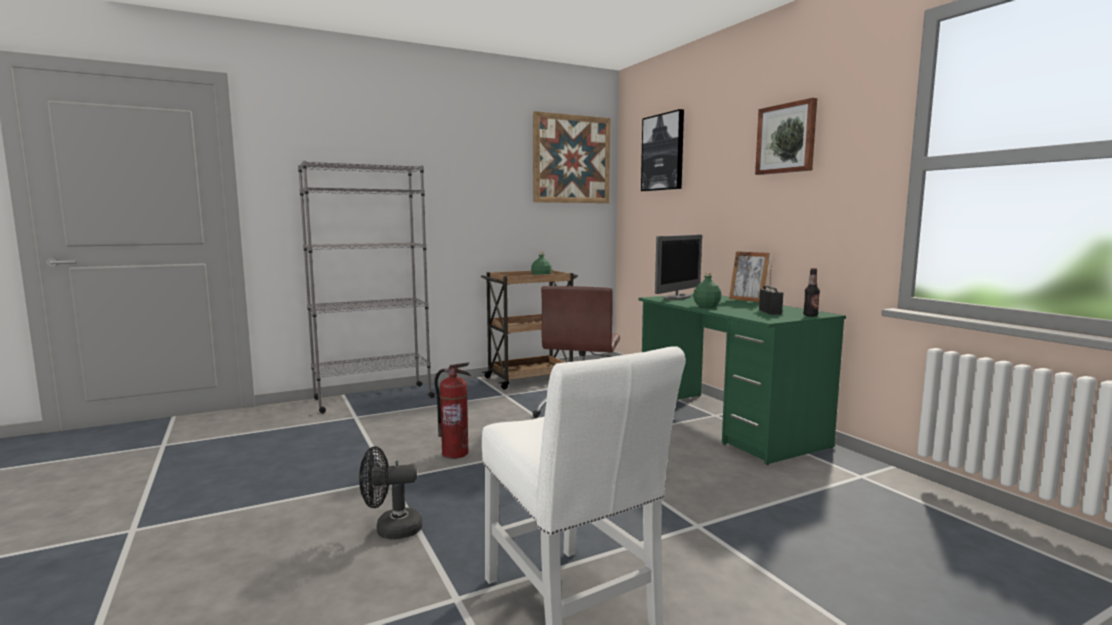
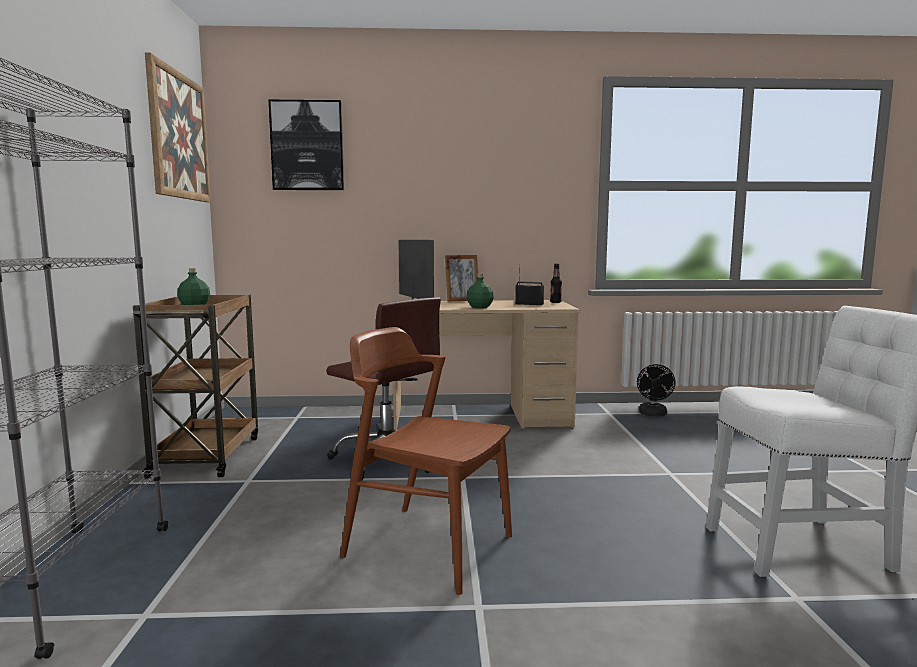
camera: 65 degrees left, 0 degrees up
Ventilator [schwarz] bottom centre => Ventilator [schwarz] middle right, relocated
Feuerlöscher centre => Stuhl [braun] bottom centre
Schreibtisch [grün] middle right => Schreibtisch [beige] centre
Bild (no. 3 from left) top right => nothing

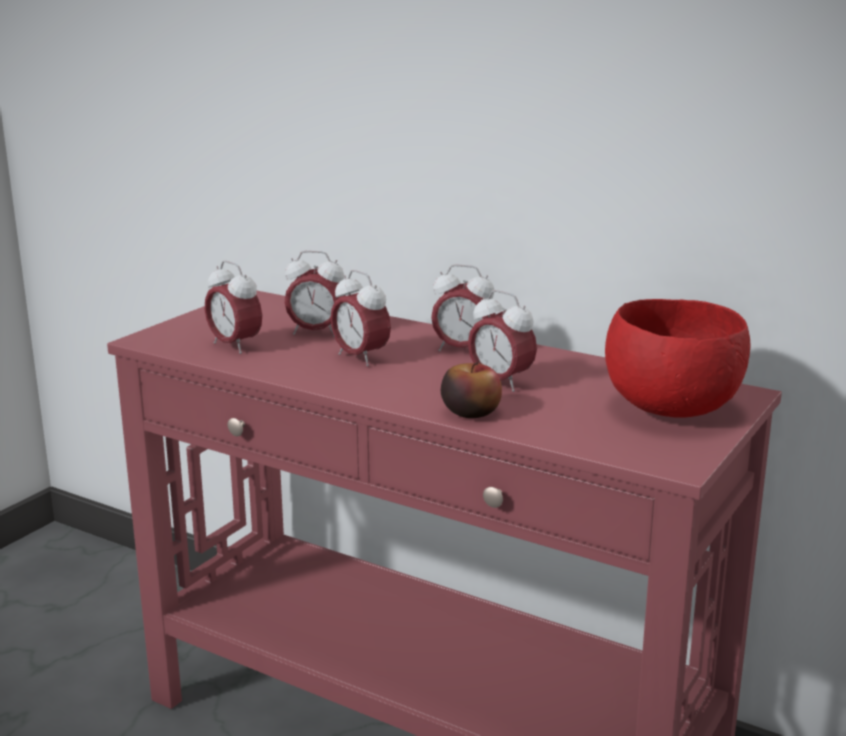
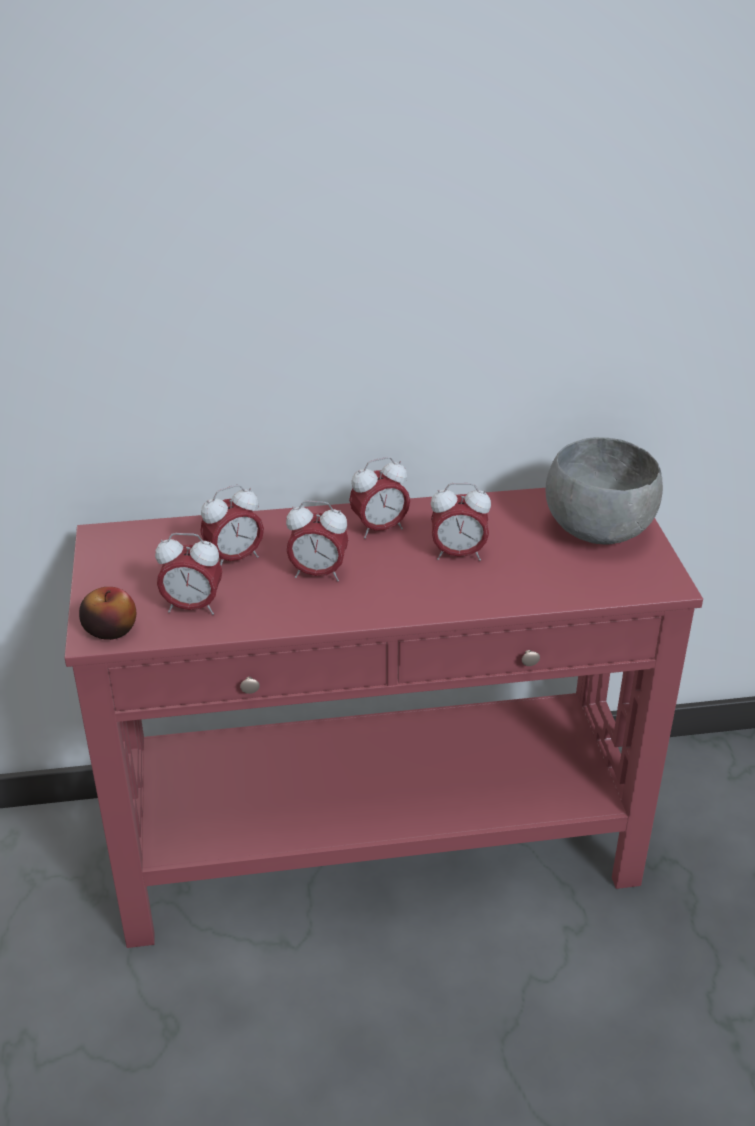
camera: 40 degrees left, 15 degrees up
Apfel centre => Apfel middle left, relocated
Schüssel [rot] middle right => Schüssel [grau] middle right

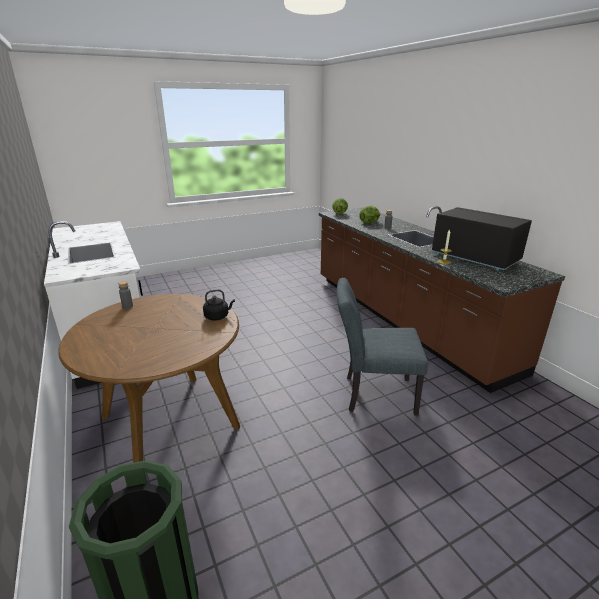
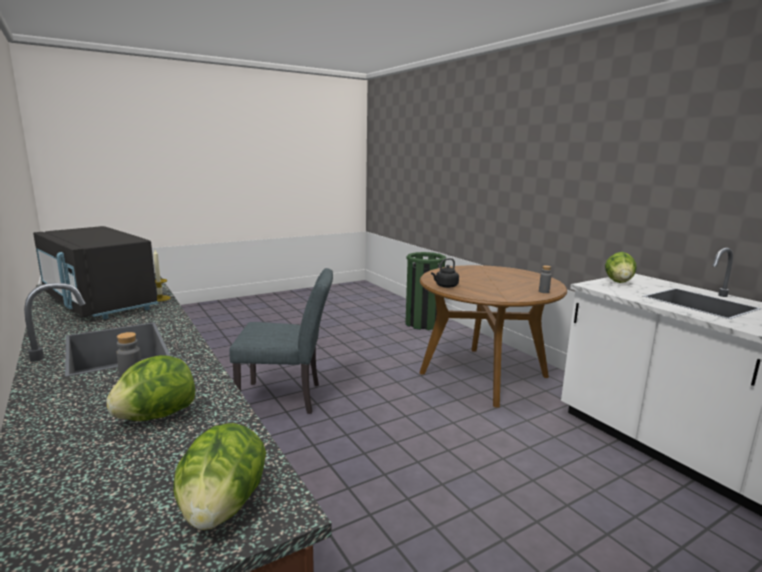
camera: 175 degrees right, 10 degrees down
nothing => Salatkopf (no. 3 from left) middle right

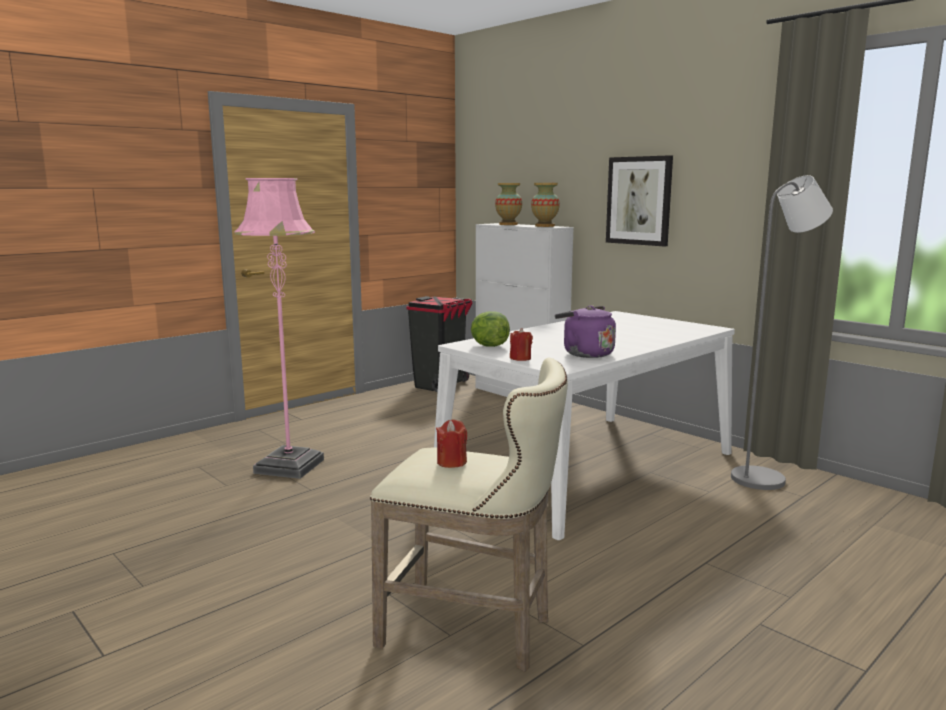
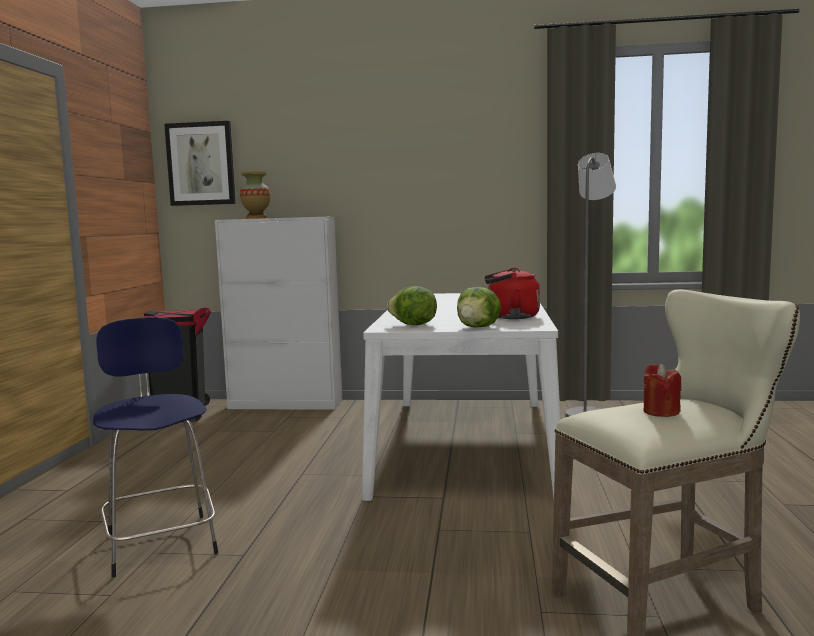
camera: 40 degrees left, 5 degrees down
Stehlampe [rosa] middle left => Hocker [blau] bottom left
Kerze [rot] (no. 2 from left) centre => Salatkopf (no. 2 from left) centre
Vase (no. 2 from left) top centre => nothing
Wasserkessel [lila] centre => Wasserkessel [rot] centre
Bild top right => Bild top left, relocated

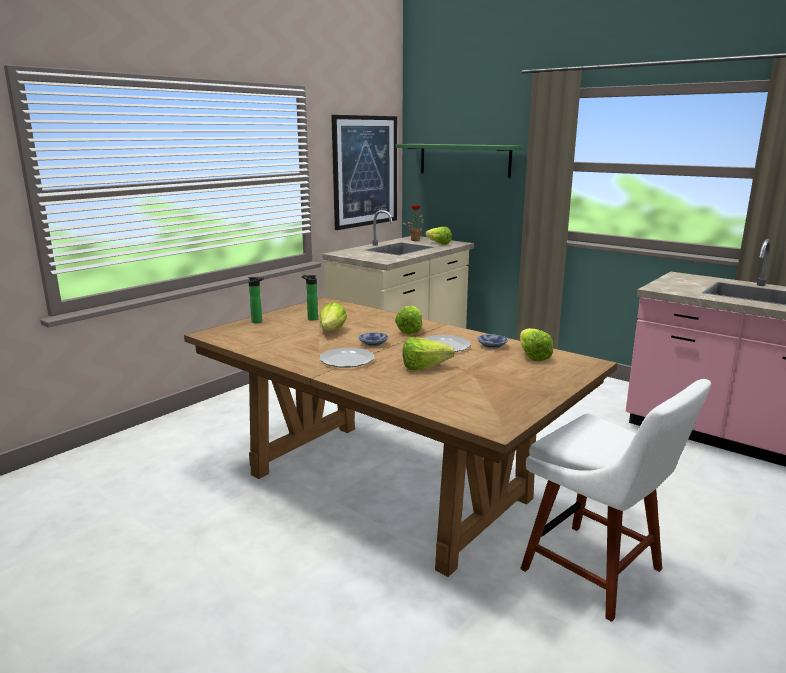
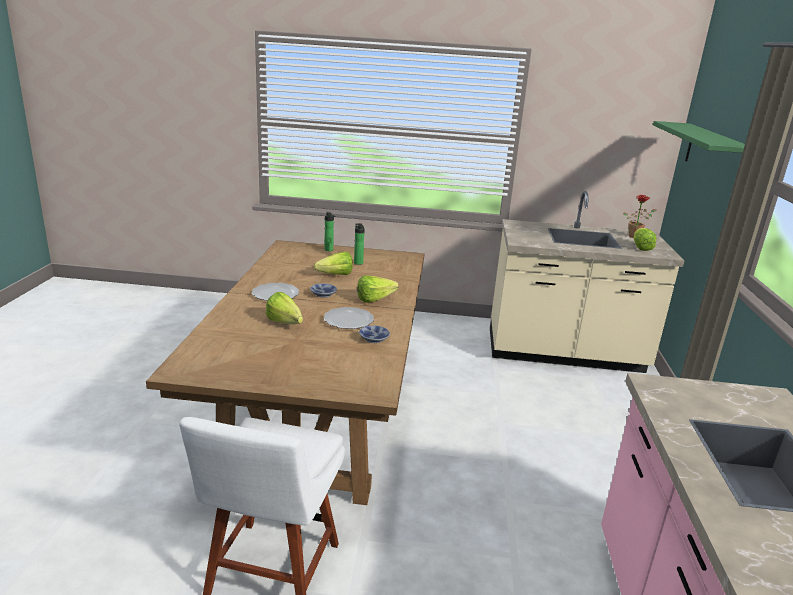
camera: 55 degrees right, 5 degrees up
Bild top centre => nothing
Salatkopf (no. 5 from left) middle right => nothing

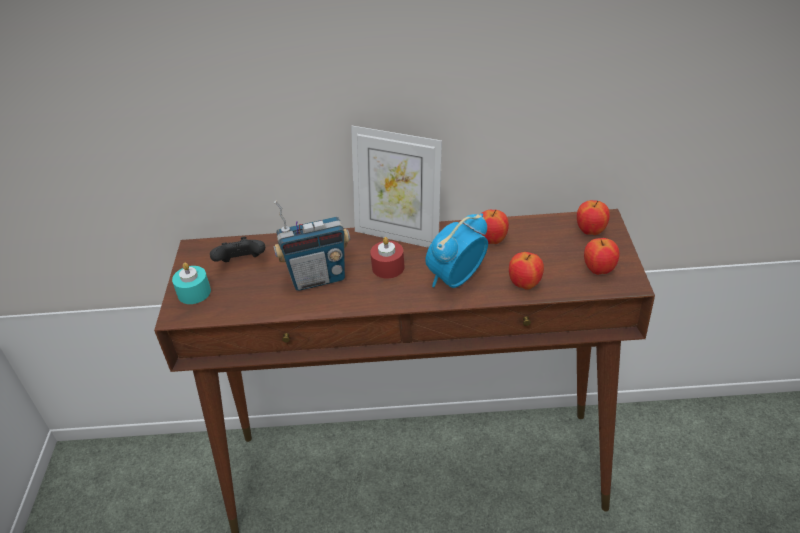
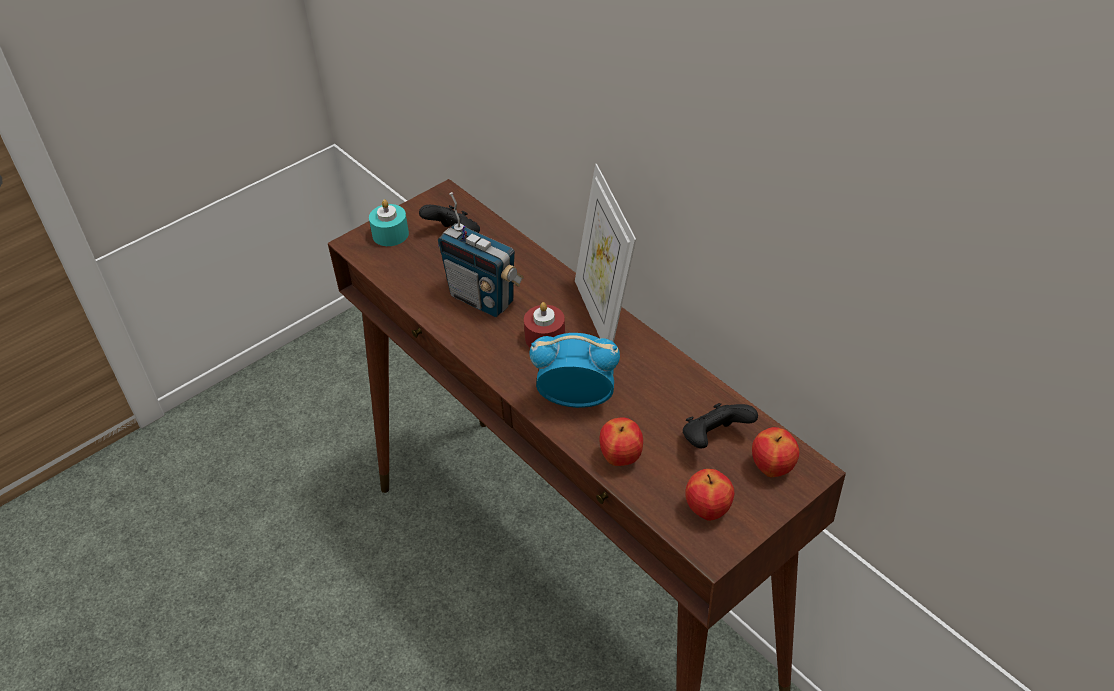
camera: 50 degrees right, 5 degrees up
Apfel (no. 1 from left) centre => nothing
nothing => Gamepad [schwarz] (no. 2 from left) centre

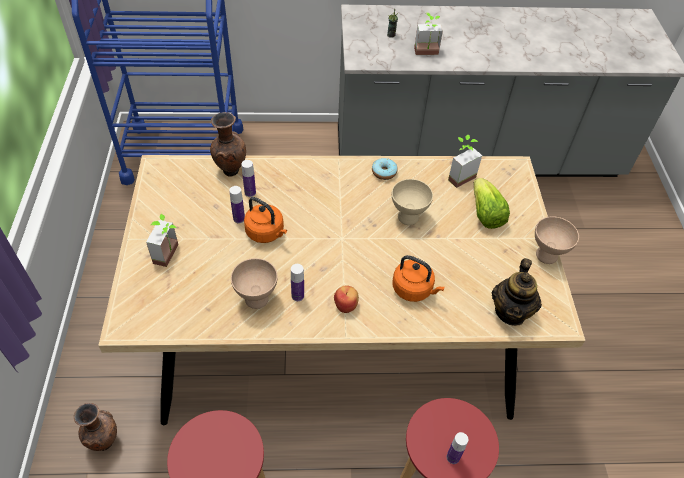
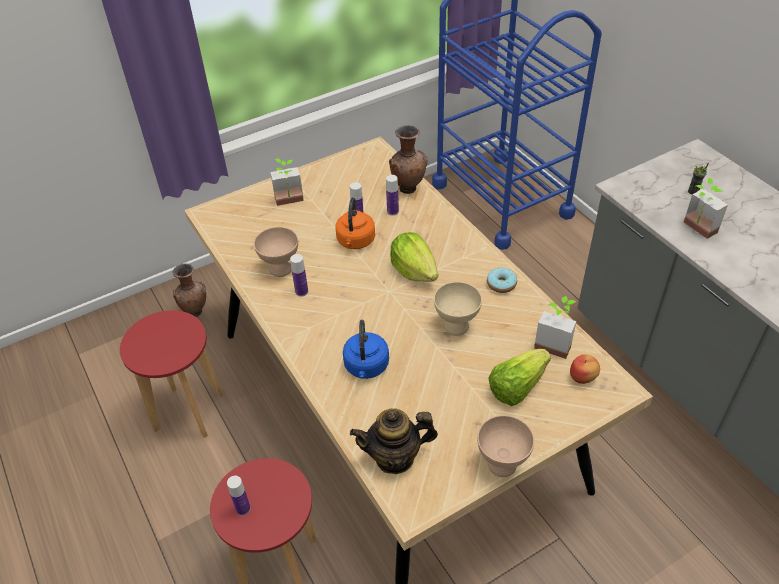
camera: 65 degrees right, 5 degrees down
Apfel centre => Apfel middle right, relocated
Wasserkessel [orange] (no. 2 from left) centre => Wasserkessel [blau] centre
nothing => Salatkopf (no. 1 from left) centre

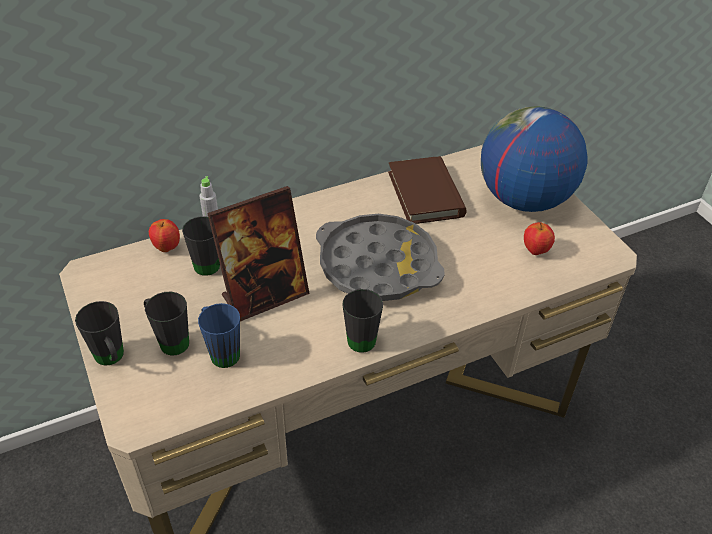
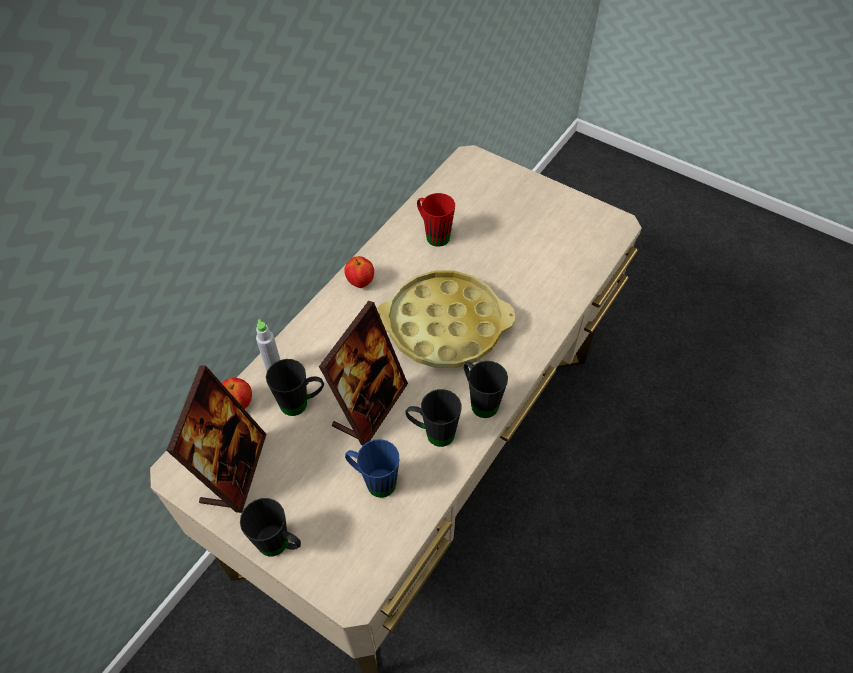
camera: 30 degrees left, 10 degrees up
Henkelbecher [schwarz] (no. 2 from left in the first image) middle left => Henkelbecher [schwarz] (no. 3 from left) centre, relocated
Tablett [grau] centre => Tablett [gelb] centre
Buch [braun] centre => Henkelbecher [rot] top centre
Globus top right => nothing
Apfel (no. 2 from left) middle right => Apfel (no. 2 from left) centre, relocated
nothing => Bilderrahmen (no. 1 from left) middle left

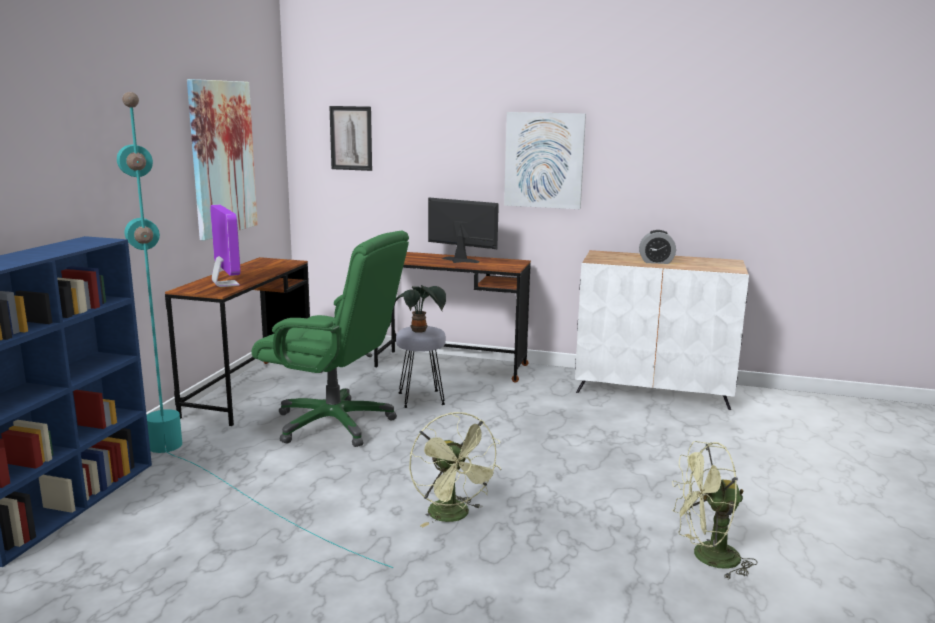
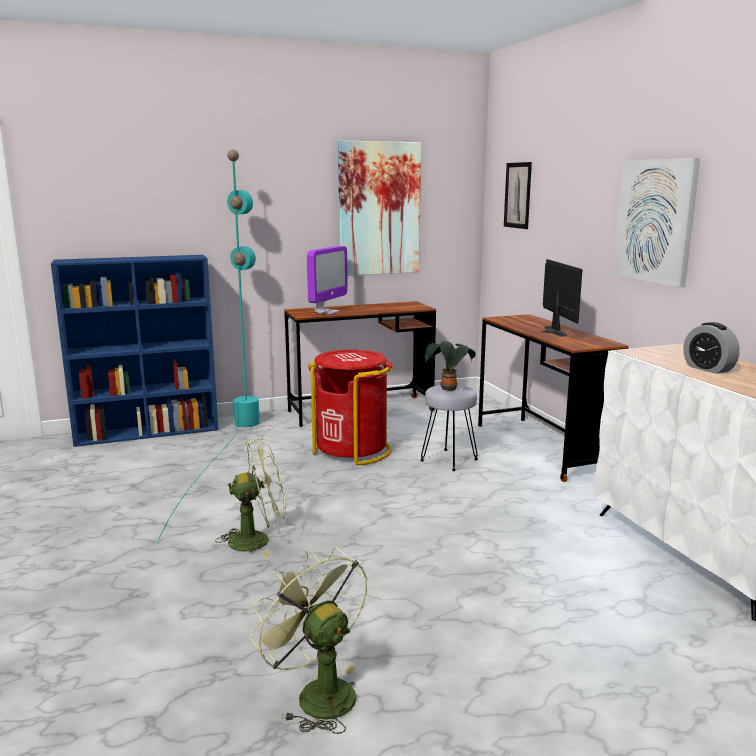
camera: 55 degrees right, 0 degrees up
Bürostuhl [grün] centre => Mülleimer [rot] centre
Ventilator [grün] (no. 1 from left) bottom centre => Ventilator [grün] (no. 1 from left) middle left, 135 degrees counterclockwise

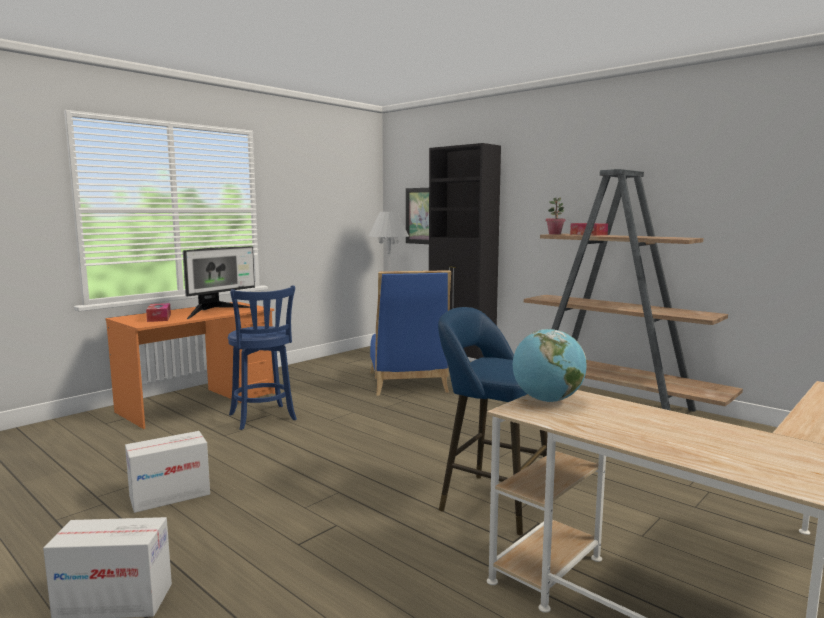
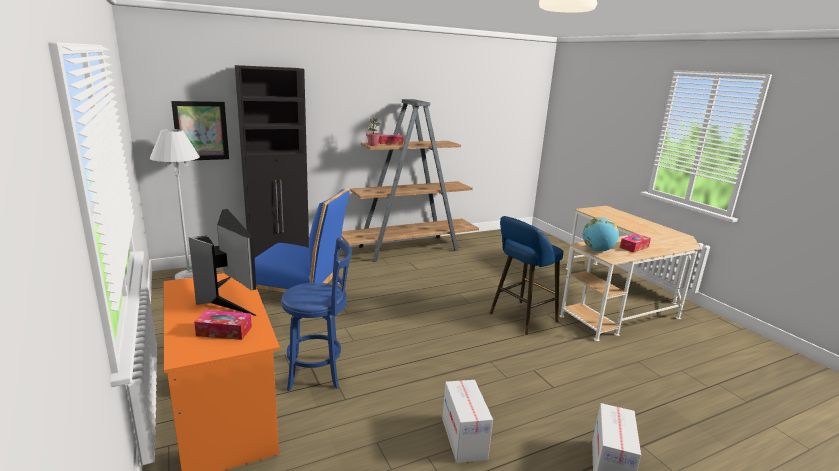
camera: 70 degrees left, 10 degrees up
nothing => Taschentuchbox (no. 3 from left) middle right

